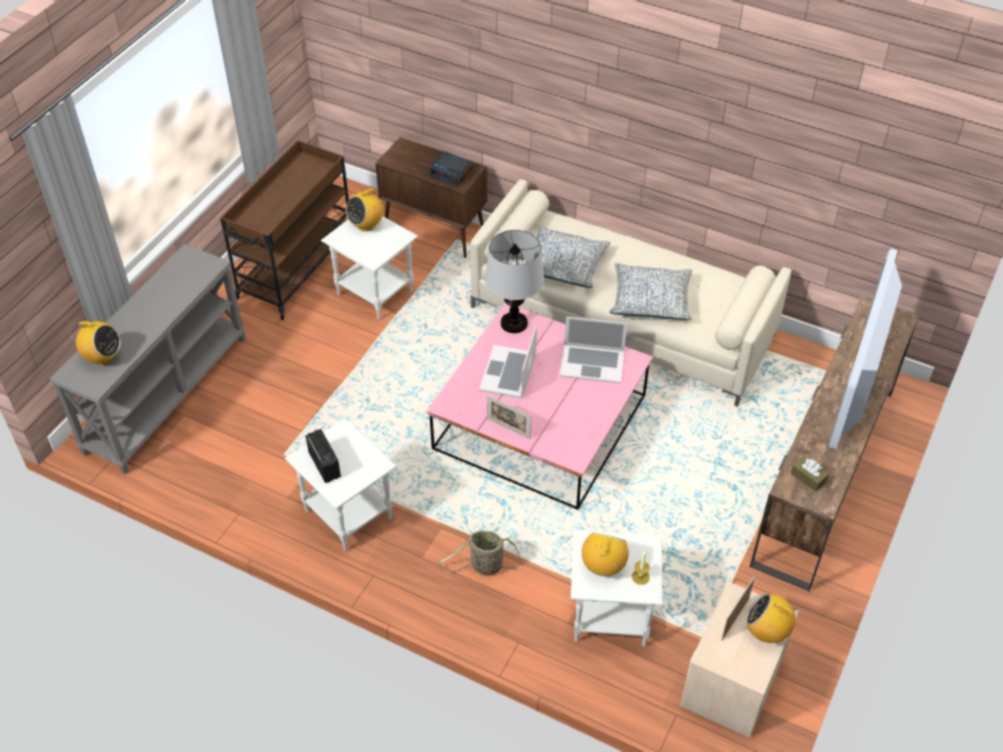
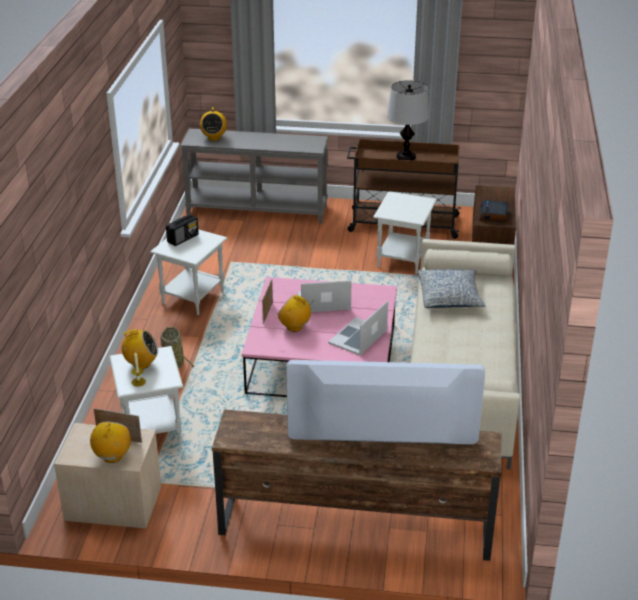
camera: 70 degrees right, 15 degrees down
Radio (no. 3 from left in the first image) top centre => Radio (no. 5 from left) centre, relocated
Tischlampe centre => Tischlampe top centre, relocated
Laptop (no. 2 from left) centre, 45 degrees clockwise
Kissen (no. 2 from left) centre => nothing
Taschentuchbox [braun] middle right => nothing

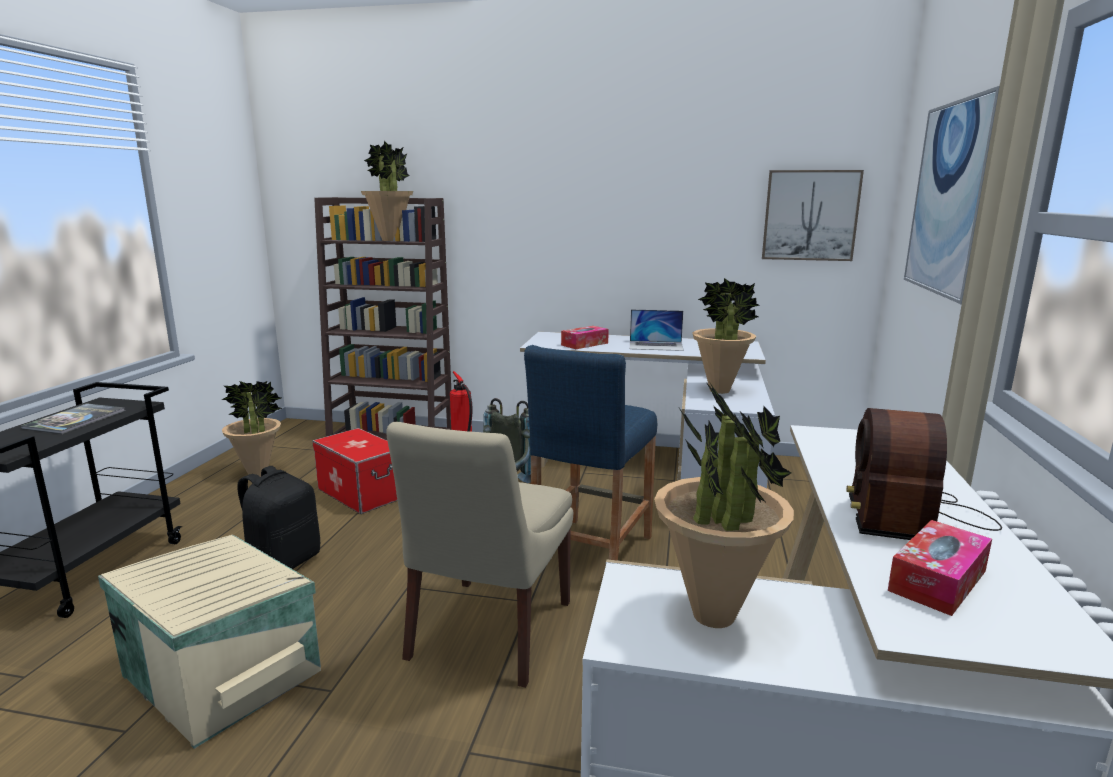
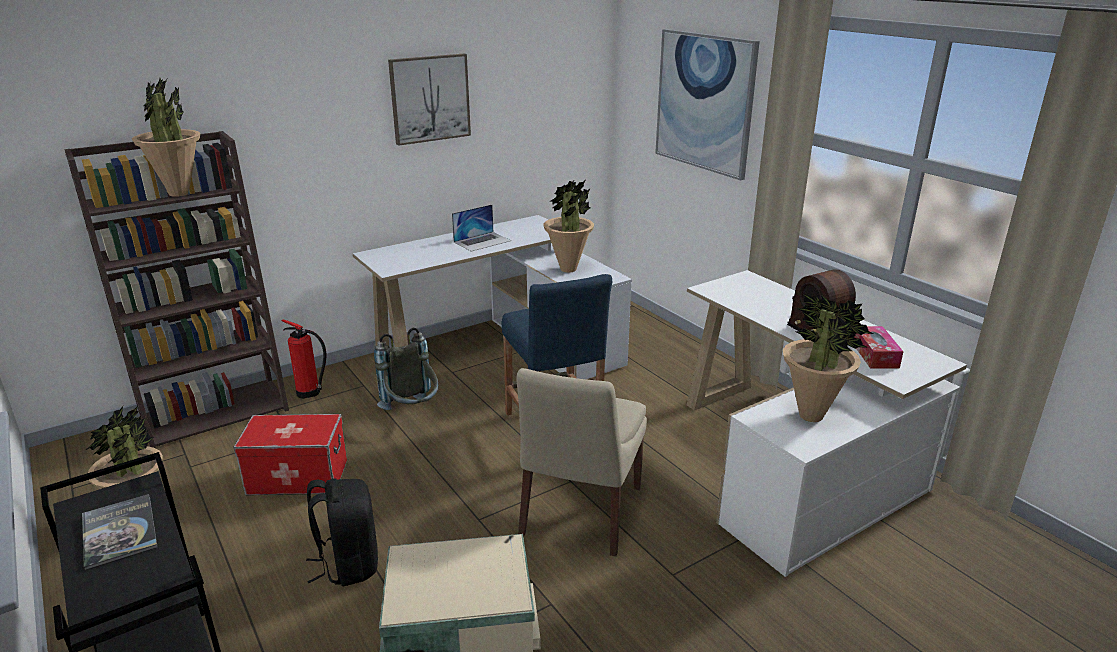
camera: 45 degrees left, 10 degrees up
Stuhl [beige] bottom centre, 45 degrees clockwise
Taschentuchbox (no. 1 from left) centre => nothing
Bild (no. 1 from left) top right => Bild (no. 1 from left) top centre, relocated

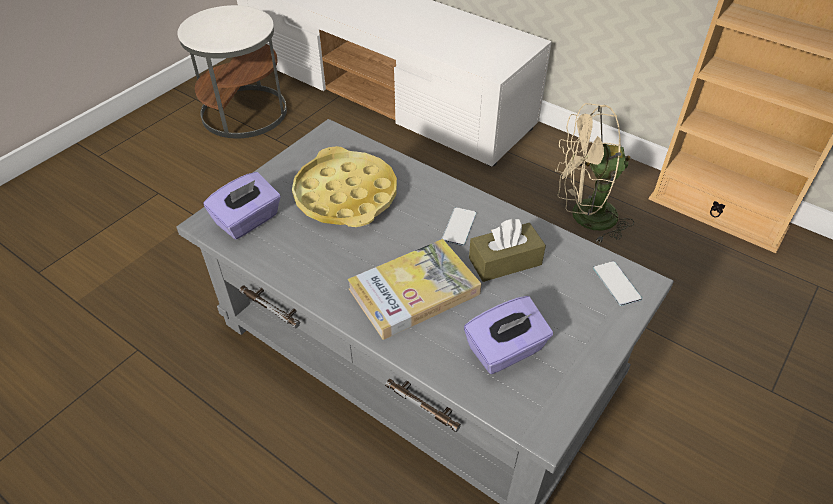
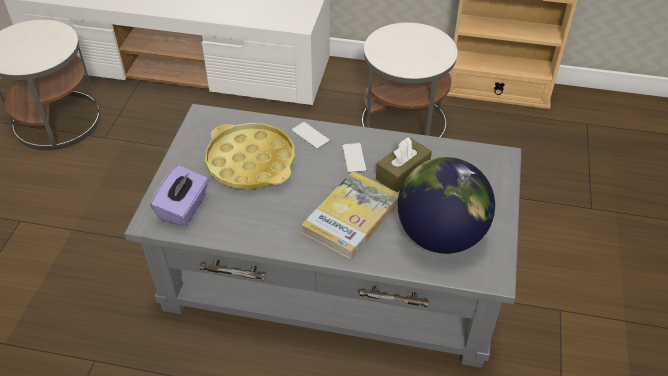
camera: 25 degrees left, 0 degrees up
Taschentuchbox [lila] (no. 2 from left) centre => Globus middle right
Ventilator [beige] middle right => Beistelltisch [weiß] (no. 2 from left) top centre
Handy (no. 2 from left in the first image) middle right => Handy (no. 1 from left) centre, relocated

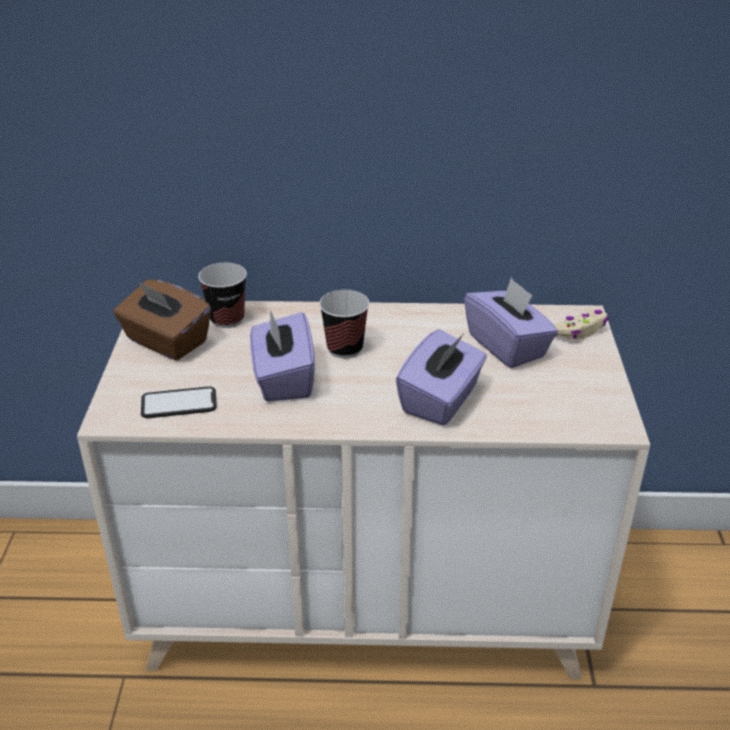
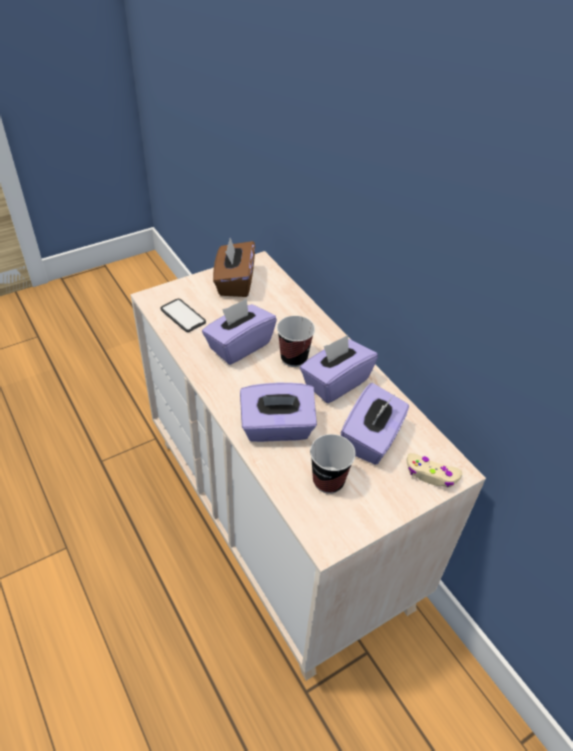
camera: 55 degrees right, 10 degrees up
Tasse (no. 1 from left in the first image) middle left => Tasse (no. 2 from left) centre, relocated
nothing => Taschentuchbox [lila] (no. 3 from left) centre

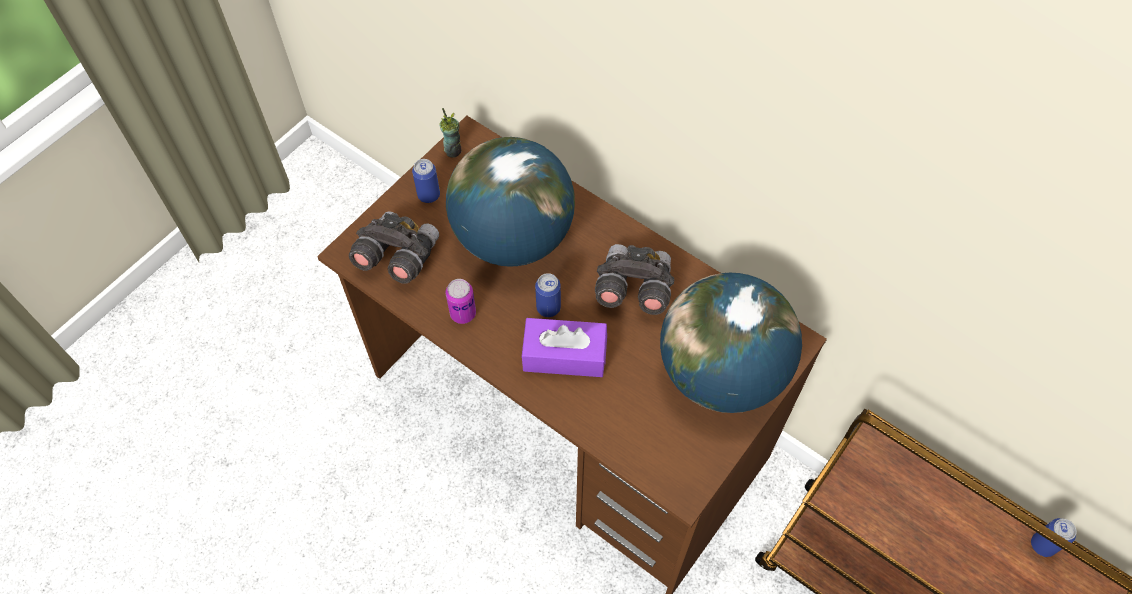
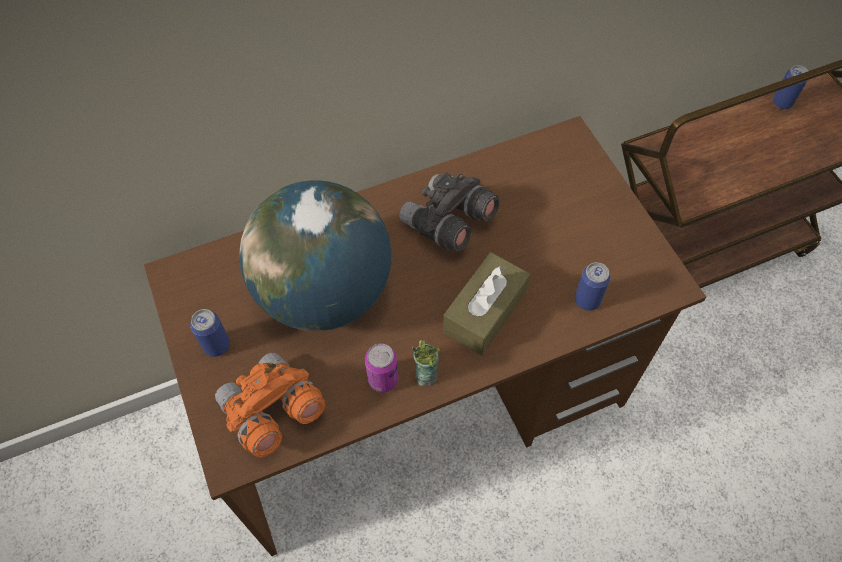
camera: 60 degrees left, 0 degrees up
Fernglas [grau] (no. 1 from left) centre => Fernglas [orange] bottom left
Tasse top centre => Tasse centre, relocated
Taschentuchbox [lila] centre => Taschentuchbox [braun] centre
Dose (no. 3 from left) centre => Dose (no. 3 from left) middle right, relocated
Globus (no. 2 from left) centre => nothing

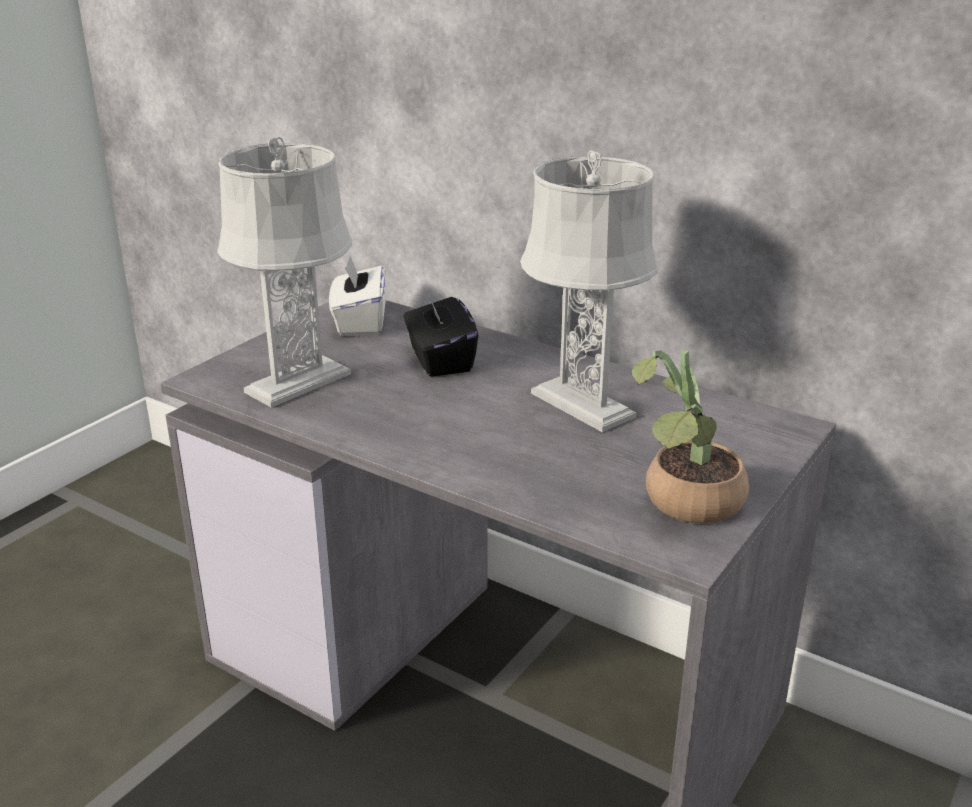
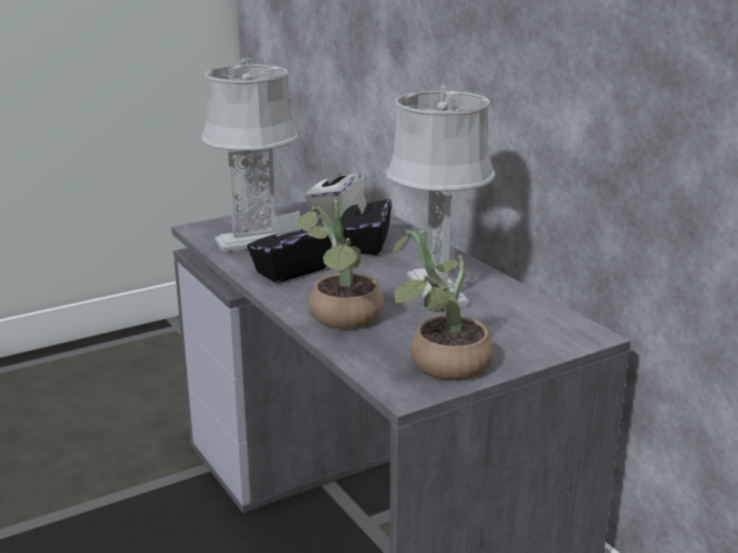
camera: 25 degrees right, 5 degrees down
nothing => Taschentuchbox [schwarz] (no. 1 from left) centre
nothing => Topfpflanze (no. 1 from left) centre

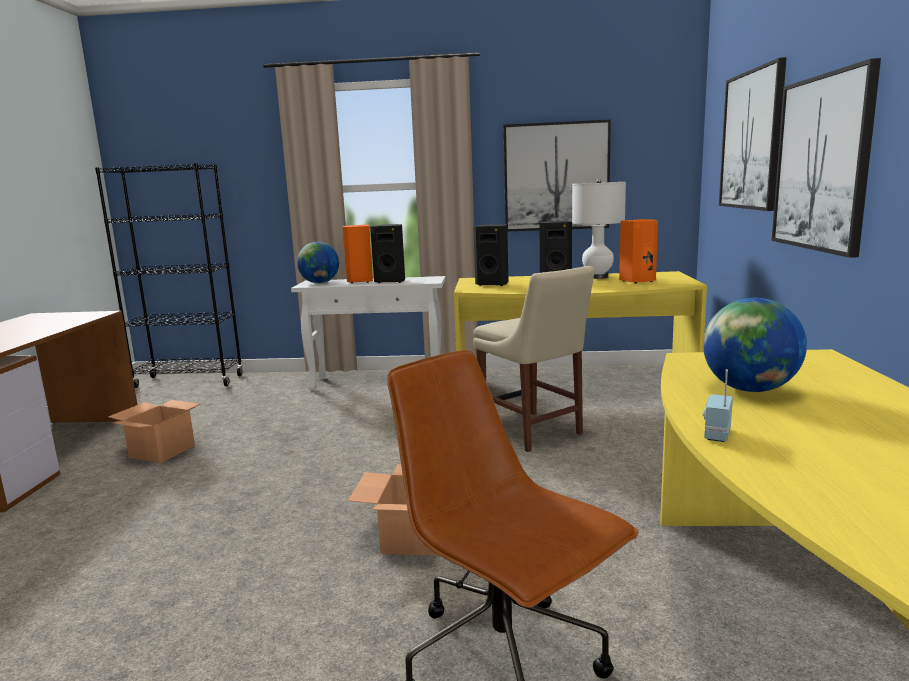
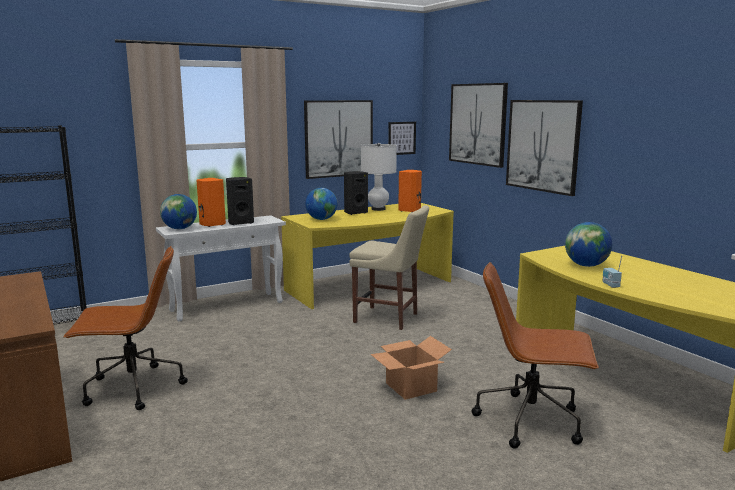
camera: 35 degrees left, 0 degrees up
Karton (no. 1 from left) middle left => Bürostuhl [braun] (no. 1 from left) bottom left
Lautsprecher [schwarz] (no. 2 from left) centre => Globus (no. 2 from left) centre
nothing => Bild (no. 2 from left) top centre

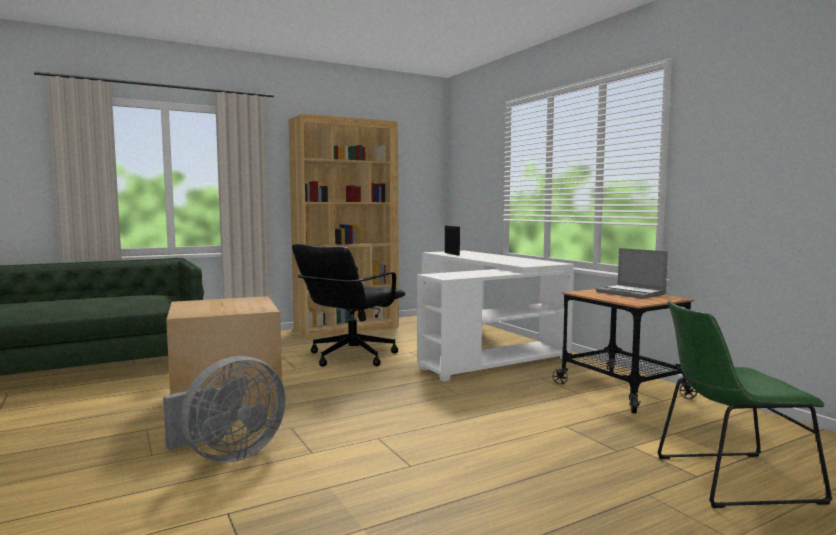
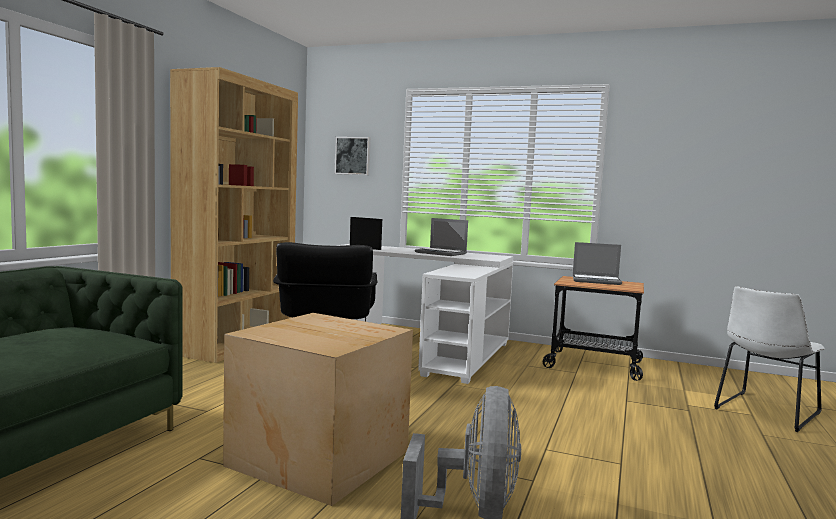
camera: 40 degrees left, 0 degrees up
Stuhl [grün] bottom right => Stuhl [weiß] bottom right
nothing => Bild top centre
nothing => Laptop (no. 1 from left) centre

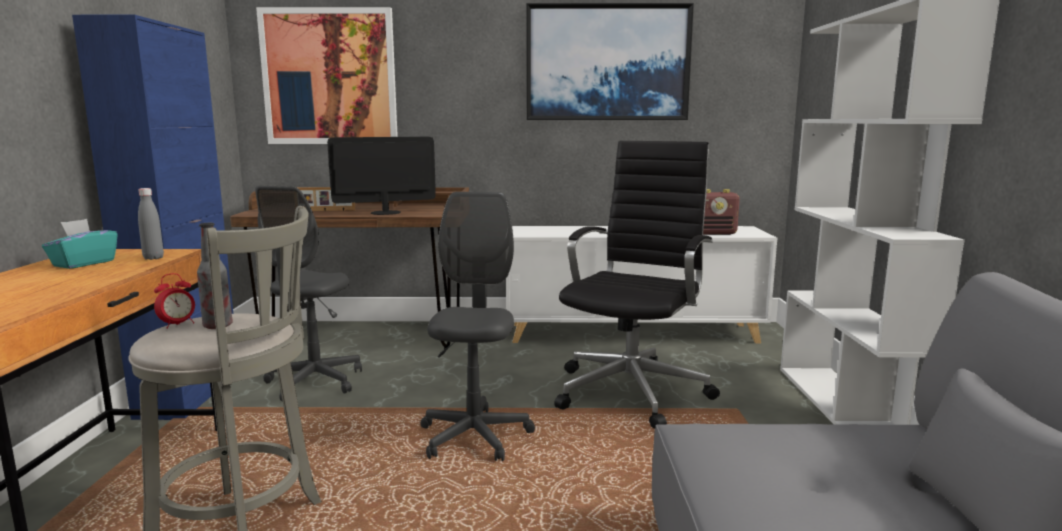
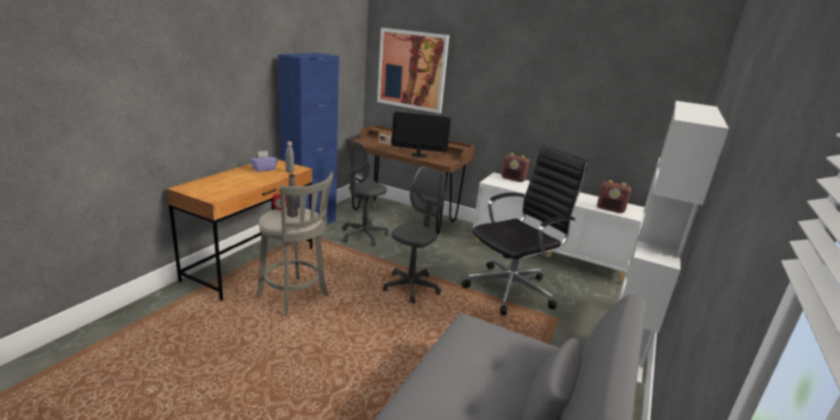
camera: 25 degrees right, 10 degrees up
Taschentuchbox [türkis] middle left => Taschentuchbox [lila] middle left
Bild (no. 2 from left) top centre => nothing
nothing => Radio (no. 1 from left) centre

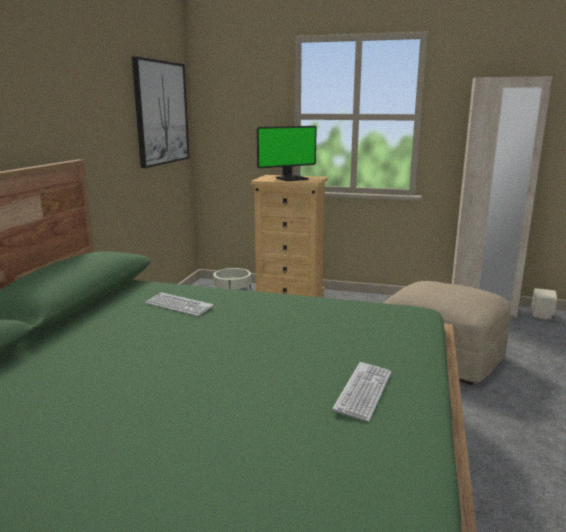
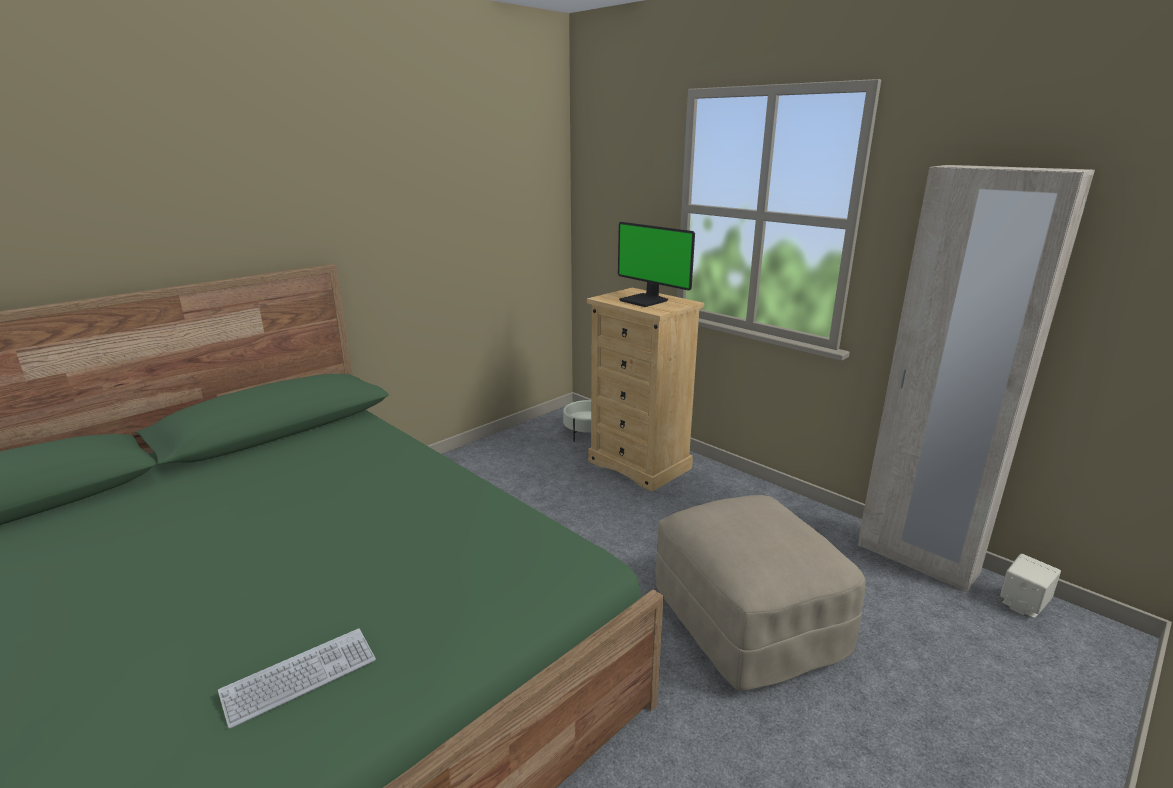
camera: 30 degrees right, 5 degrees up
Bild top left => nothing
Tastatur (no. 1 from left) middle left => nothing
Monitor top centre => Monitor centre, 45 degrees clockwise

